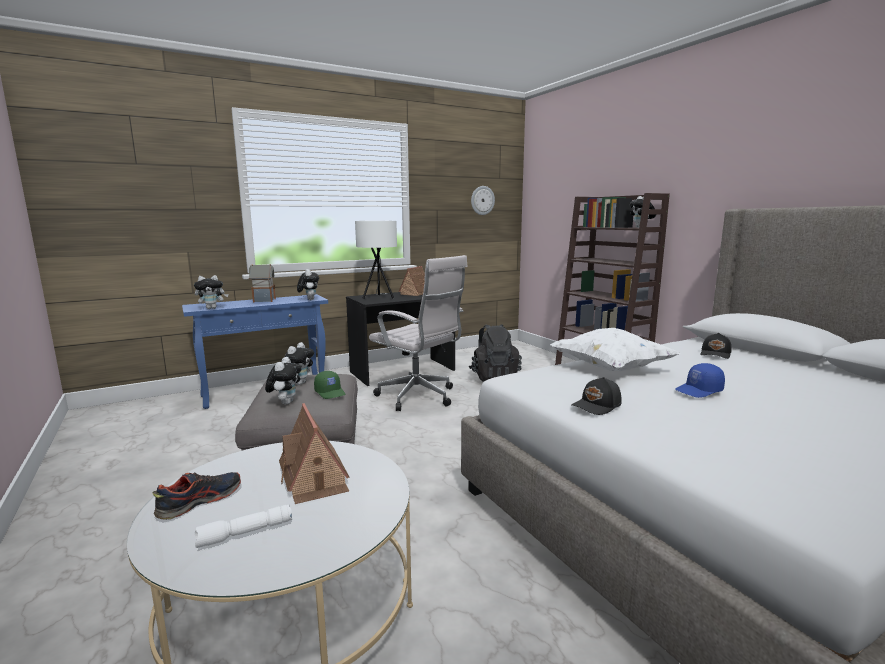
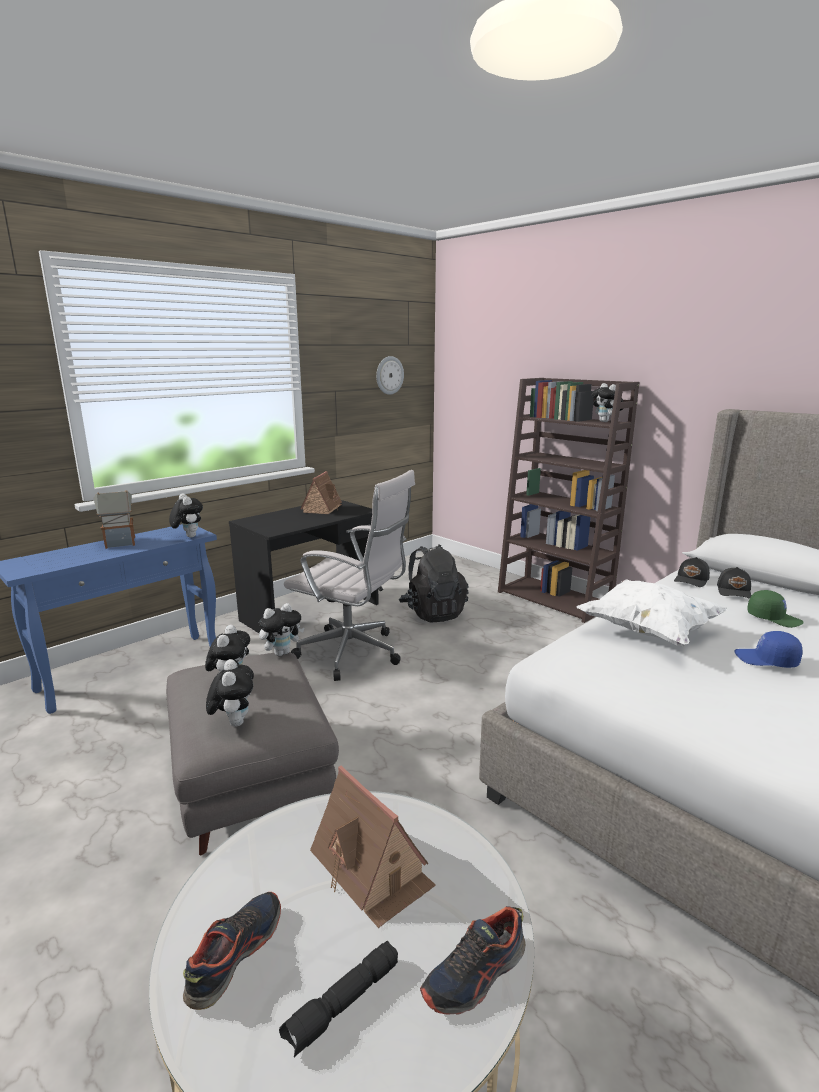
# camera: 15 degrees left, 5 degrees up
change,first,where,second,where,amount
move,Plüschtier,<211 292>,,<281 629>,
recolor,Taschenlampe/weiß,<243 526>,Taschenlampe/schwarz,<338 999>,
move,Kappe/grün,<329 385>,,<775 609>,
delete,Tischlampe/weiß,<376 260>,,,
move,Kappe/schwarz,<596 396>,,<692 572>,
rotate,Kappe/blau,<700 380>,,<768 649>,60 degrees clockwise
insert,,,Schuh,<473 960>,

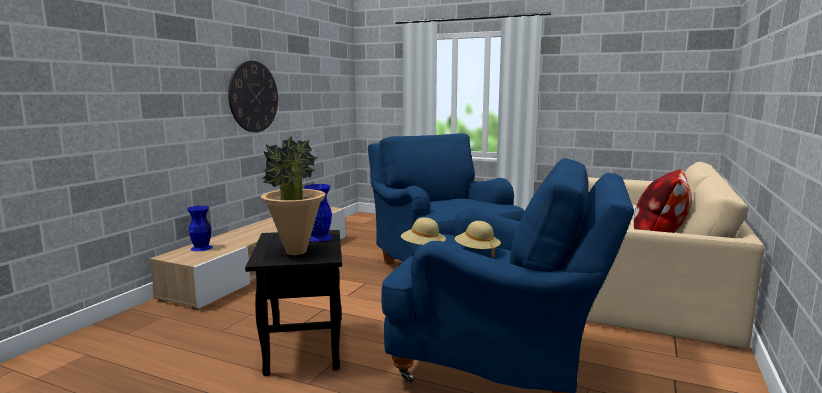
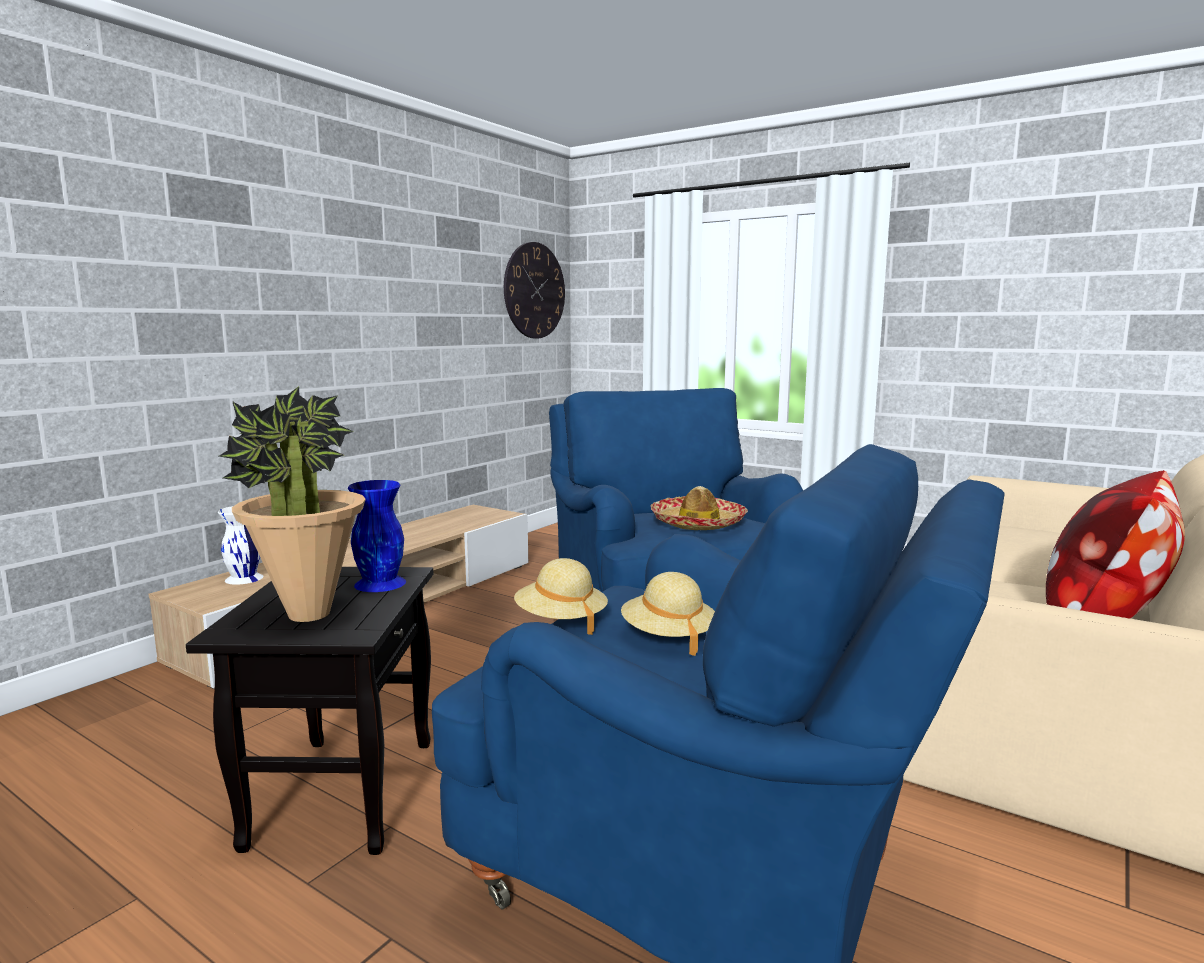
# camera: 10 degrees right, 0 degrees up
change,first,where,second,where,amount
recolor,Vase/blau,<200 228>,Vase/weiß,<240 545>,
move,Wanduhr,<253 96>,,<534 290>,
insert,,,Hut,<699 508>,

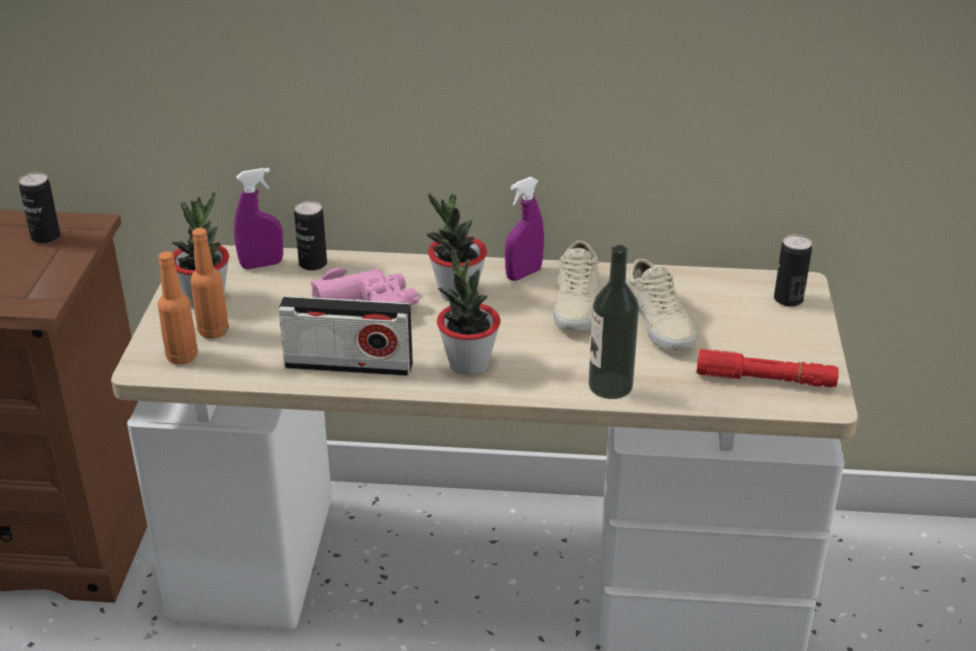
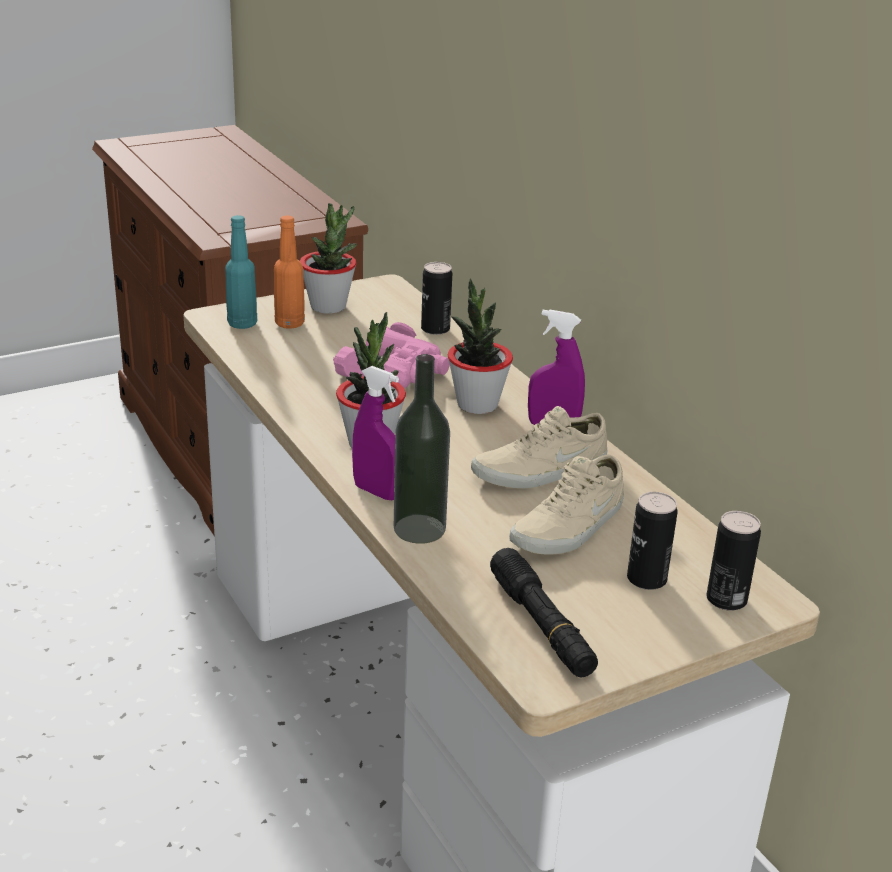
# camera: 55 degrees right, 5 degrees down
change,first,where,second,where,amount
move,Dose,<40 208>,,<652 541>,
recolor,Flasche/orange,<178 308>,Flasche/türkis,<241 272>,
move,Sprühflasche/lila,<258 218>,,<375 433>,
delete,Radio,<345 336>,,,
recolor,Taschenlampe/rot,<767 368>,Taschenlampe/schwarz,<544 613>,

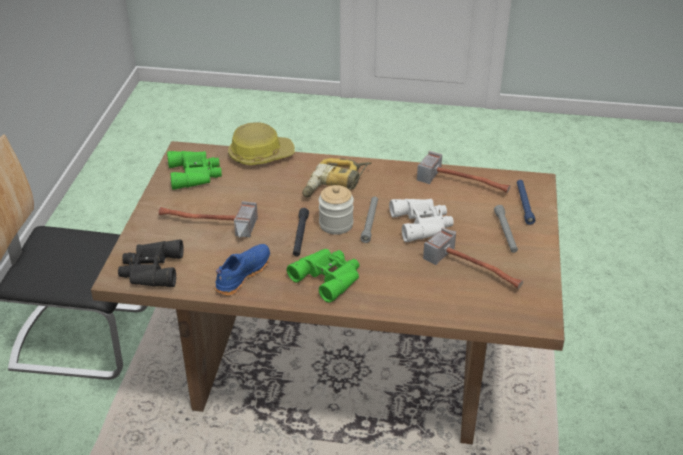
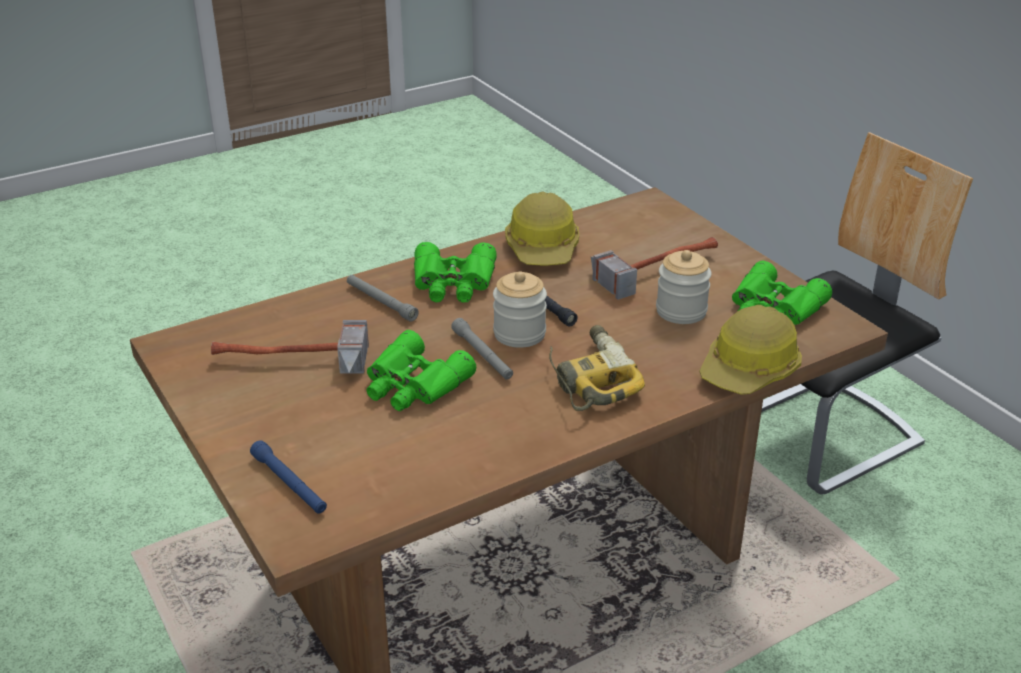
# camera: 140 degrees right, 5 degrees down
change,first,where,second,where,amount
delete,Fernglas/schwarz,<151 263>,,,
replace,Schuh/blau,<242 270>,Schutzhelm,<542 228>,
recolor,Fernglas/weiß,<421 220>,Fernglas/grün,<421 370>,
delete,Hammer,<463 172>,,,
move,Taschenlampe/grau,<506 229>,,<383 298>,
insert,,,Vorratsglas,<684 287>,

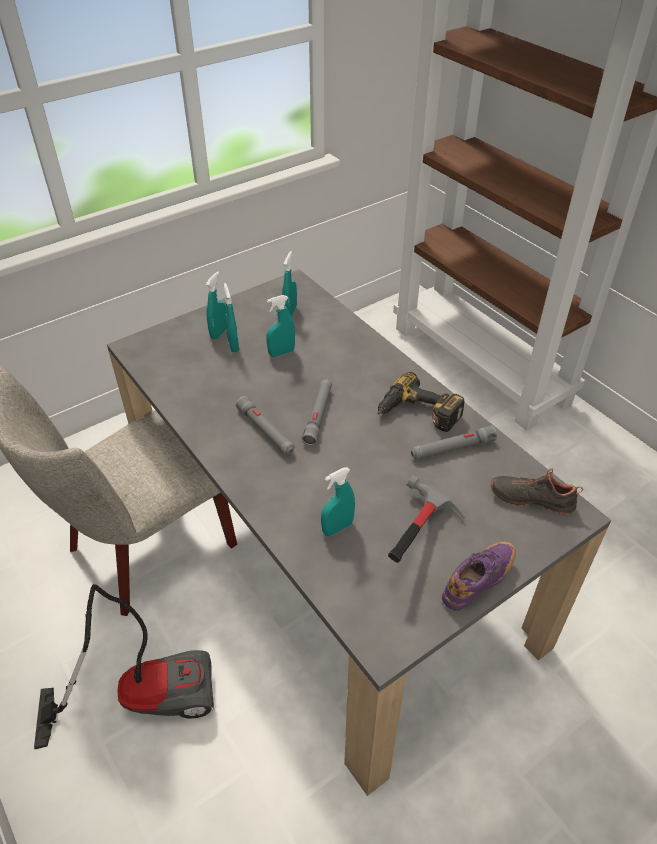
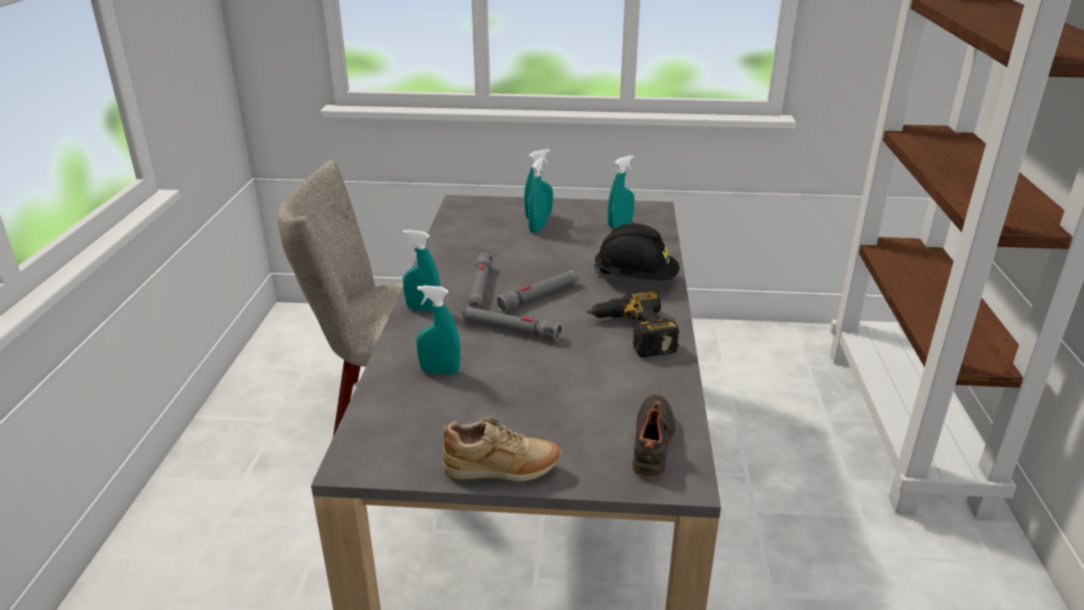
# camera: 40 degrees right, 15 degrees down
change,first,where,second,where,amount
delete,Staubsauger,<124 666>,,,
move,Sprühflasche/türkis,<280 326>,,<421 271>,
delete,Hammer,<426 519>,,,
move,Taschenlampe/grau,<454 442>,,<511 324>,
recolor,Schuh/lila,<479 576>,Schuh/beige,<502 449>,
rotate,Schuh/schwarz,<537 491>,,<654 435>,45 degrees clockwise
insert,,,Schutzhelm/schwarz,<636 251>,

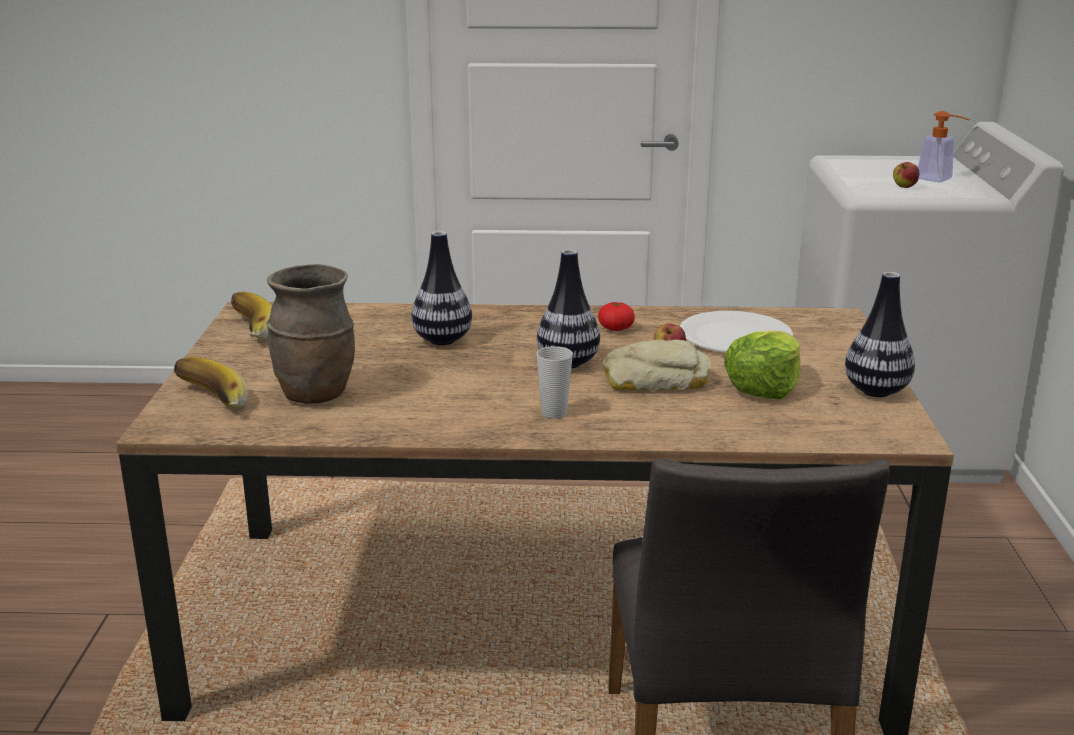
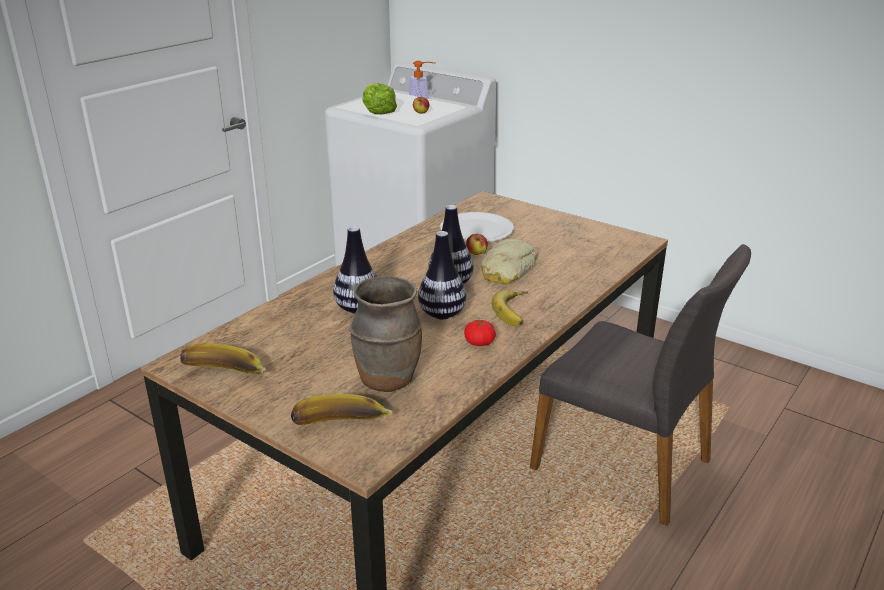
# camera: 55 degrees left, 5 degrees up
change,first,where,second,where,amount
replace,Tasse,<555 382>,Banane,<510 307>,
move,Tomate,<616 316>,,<480 333>,
move,Salatkopf,<762 365>,,<379 98>,
move,Vase,<880 334>,,<442 275>,

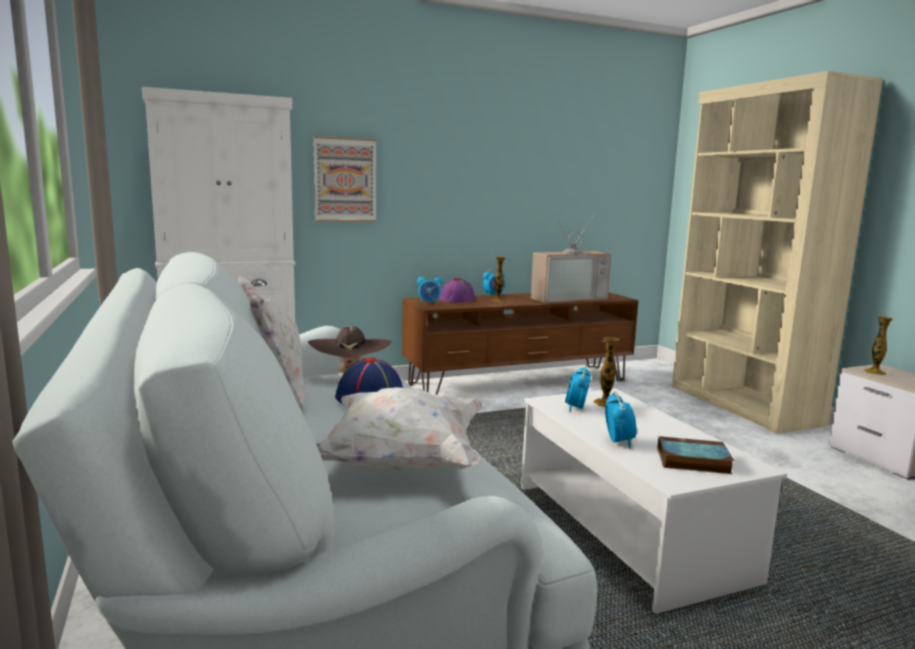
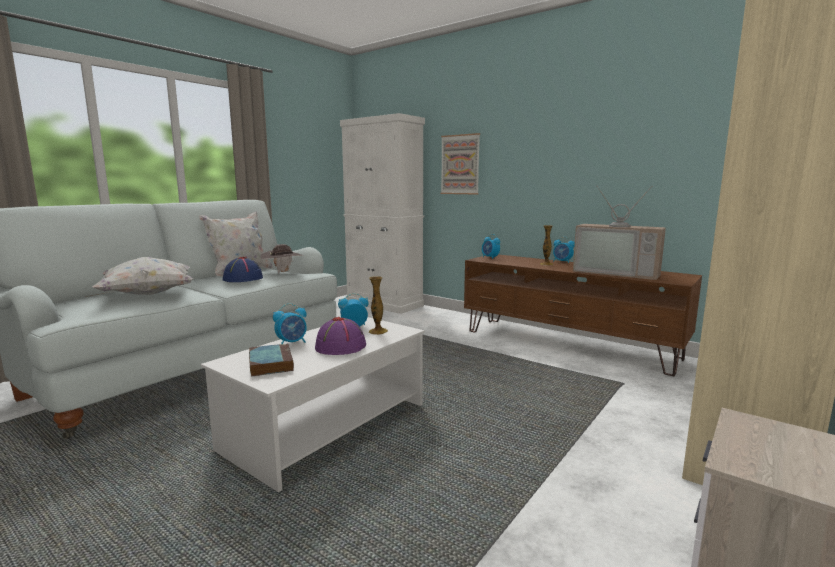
# camera: 60 degrees right, 0 degrees up
change,first,where,second,where,amount
move,Hut/lila,<457 290>,,<340 336>,
delete,Vase,<878 346>,,,

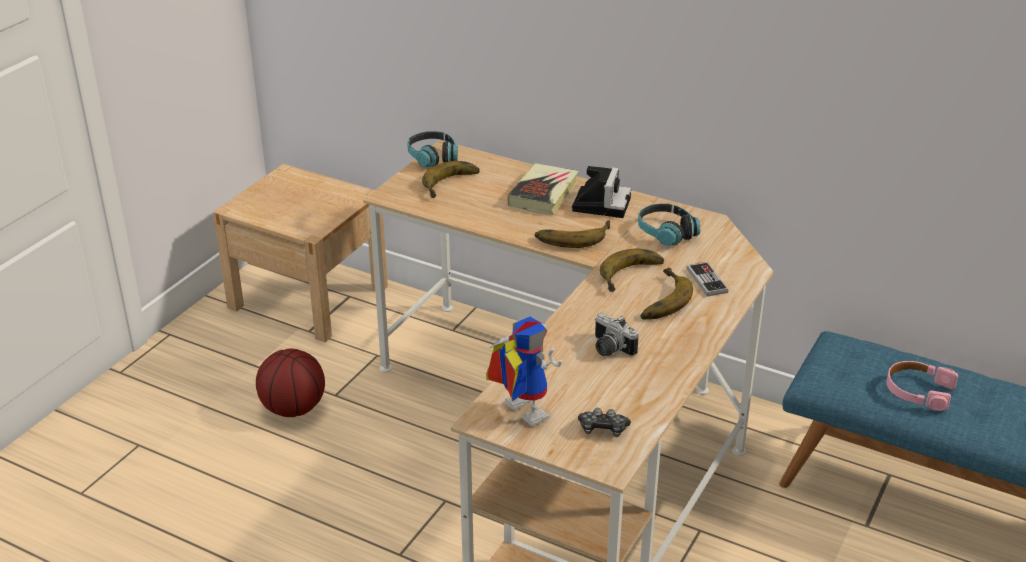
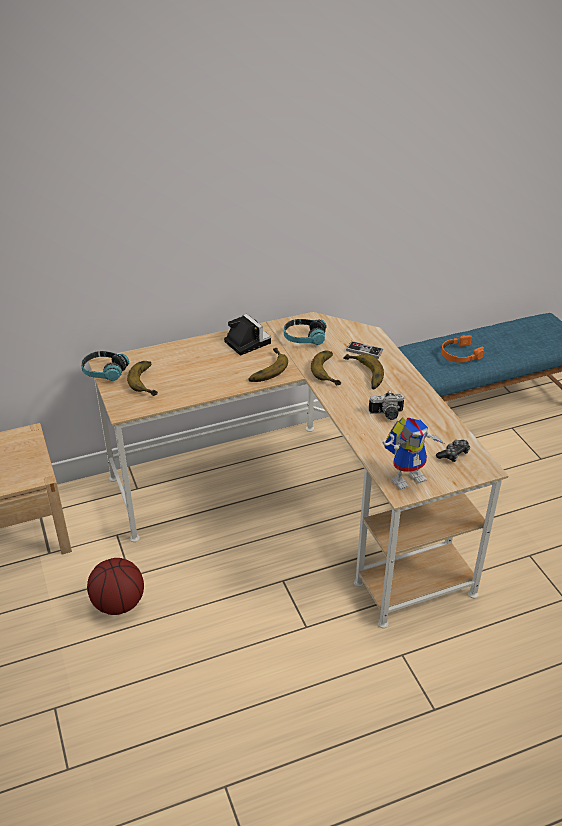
# camera: 50 degrees left, 5 degrees up
change,first,where,second,where,amount
rotate,Spielzeugroboter,<524 371>,,<413 454>,150 degrees clockwise
delete,Buch,<543 189>,,,
recolor,Kopfhörer/rosa,<922 386>,Kopfhörer/orange,<462 349>,

